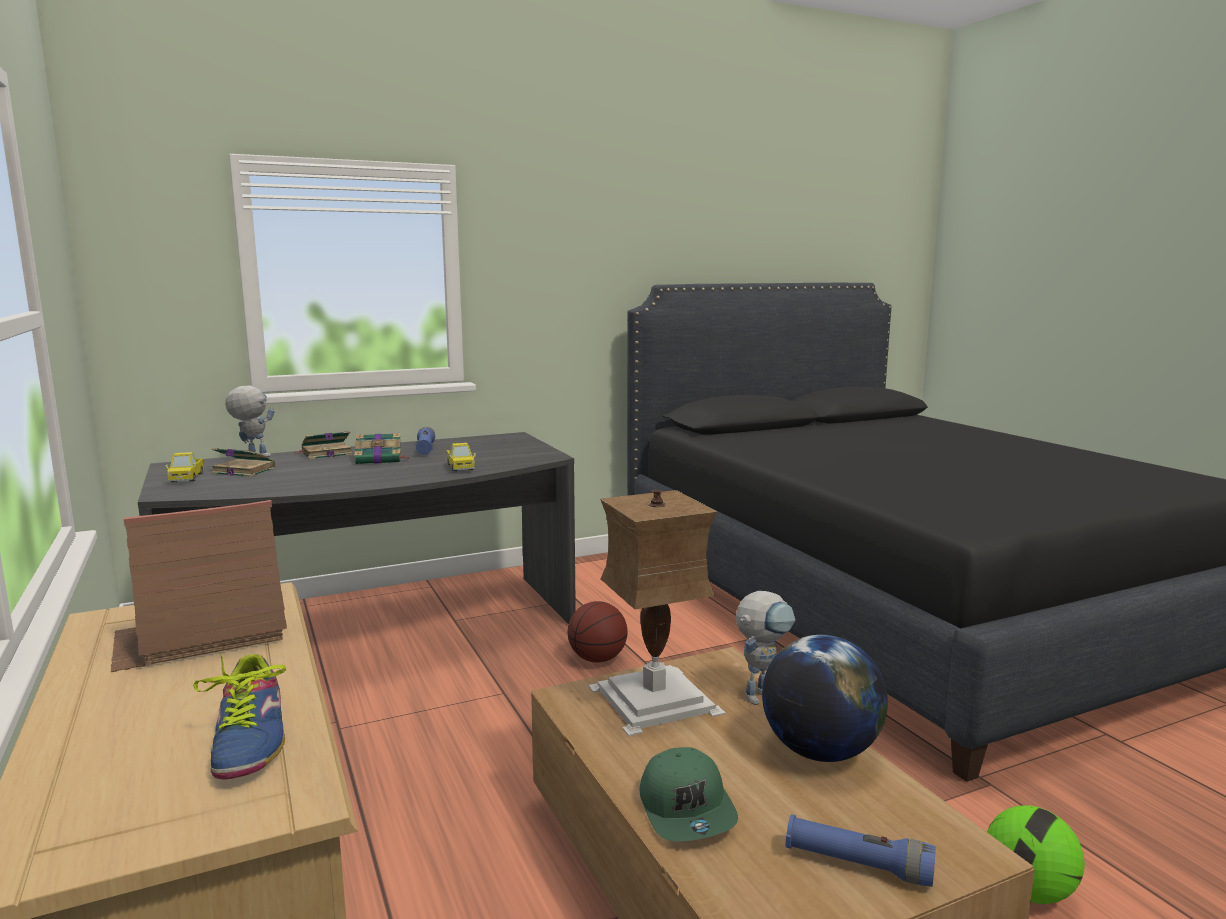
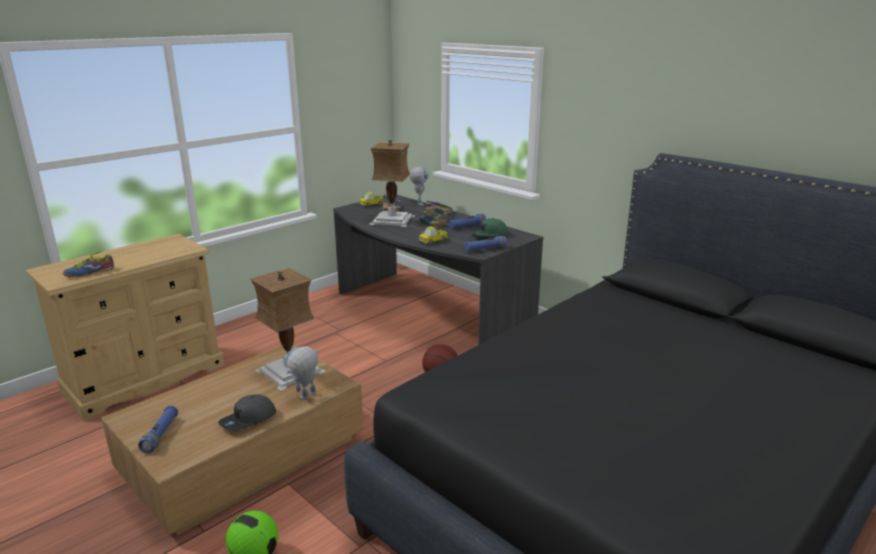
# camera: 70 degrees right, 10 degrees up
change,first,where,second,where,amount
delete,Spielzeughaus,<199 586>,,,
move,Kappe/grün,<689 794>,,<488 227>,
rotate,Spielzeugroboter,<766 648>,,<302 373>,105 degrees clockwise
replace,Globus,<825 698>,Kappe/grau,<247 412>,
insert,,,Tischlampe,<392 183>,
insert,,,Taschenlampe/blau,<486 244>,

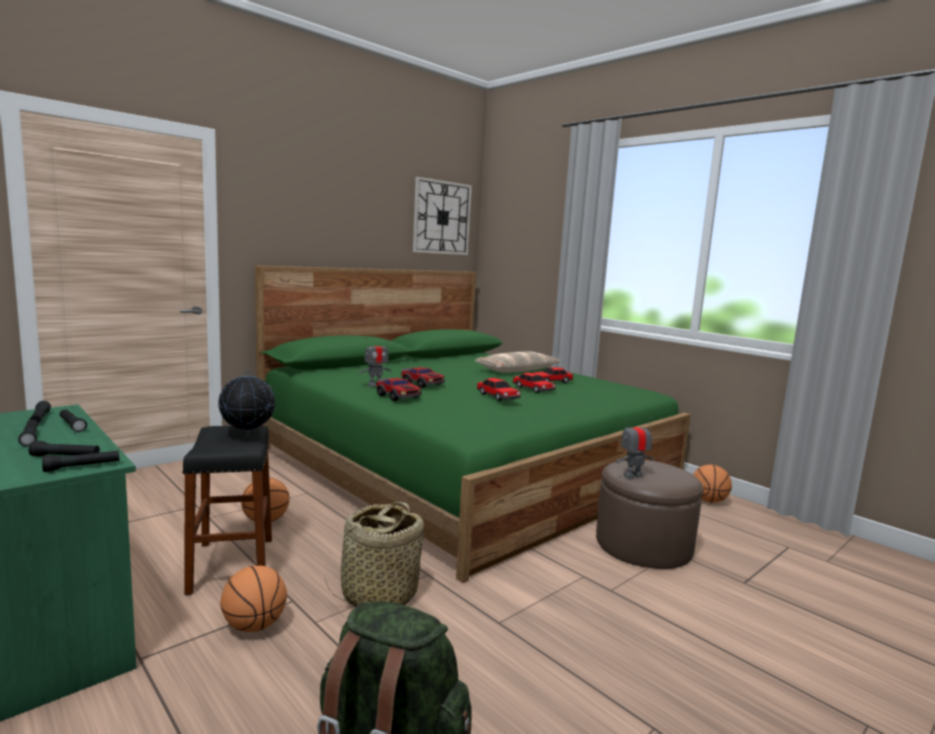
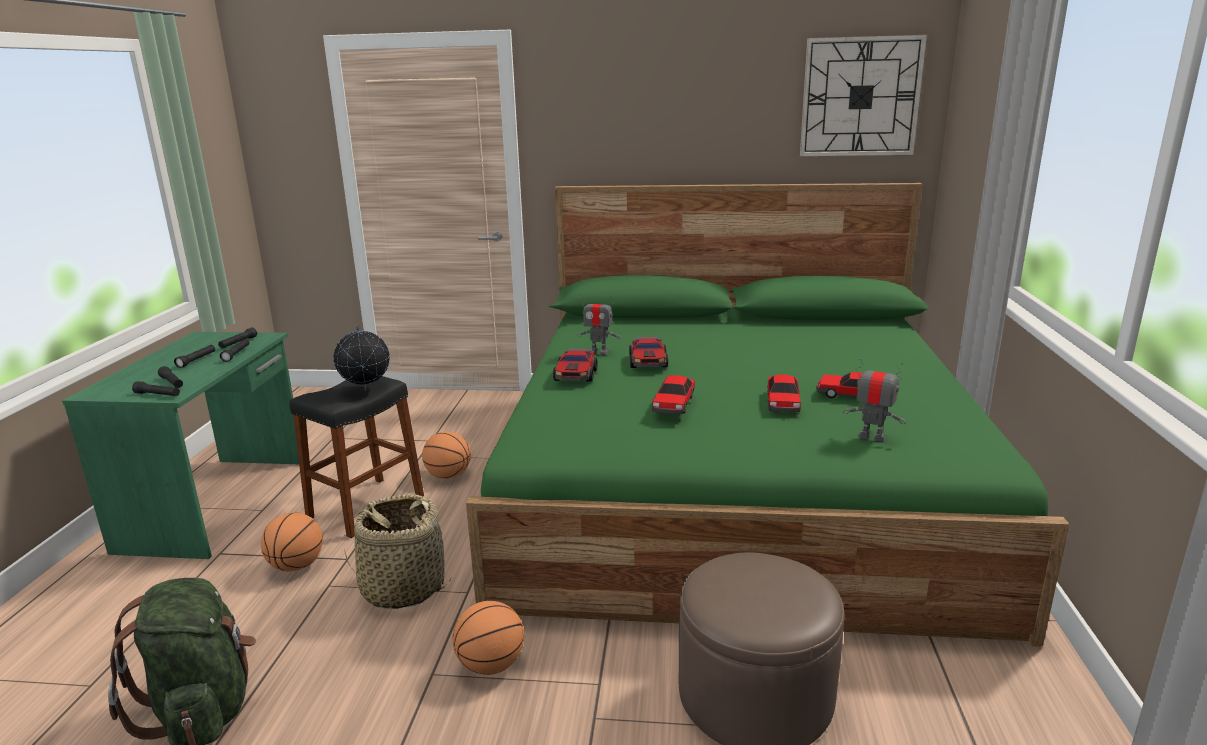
# camera: 50 degrees right, 10 degrees up
change,first,where,second,where,amount
delete,Kissen,<518 362>,,,
move,Spielzeugroboter,<635 447>,,<874 400>,
move,Basketball,<712 483>,,<488 638>,

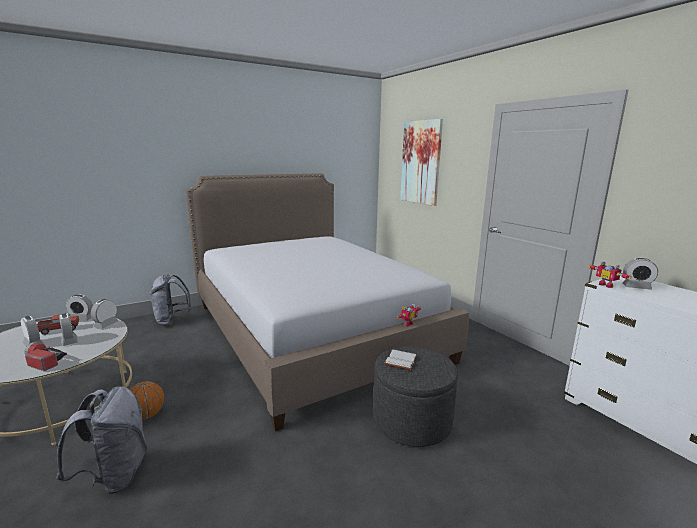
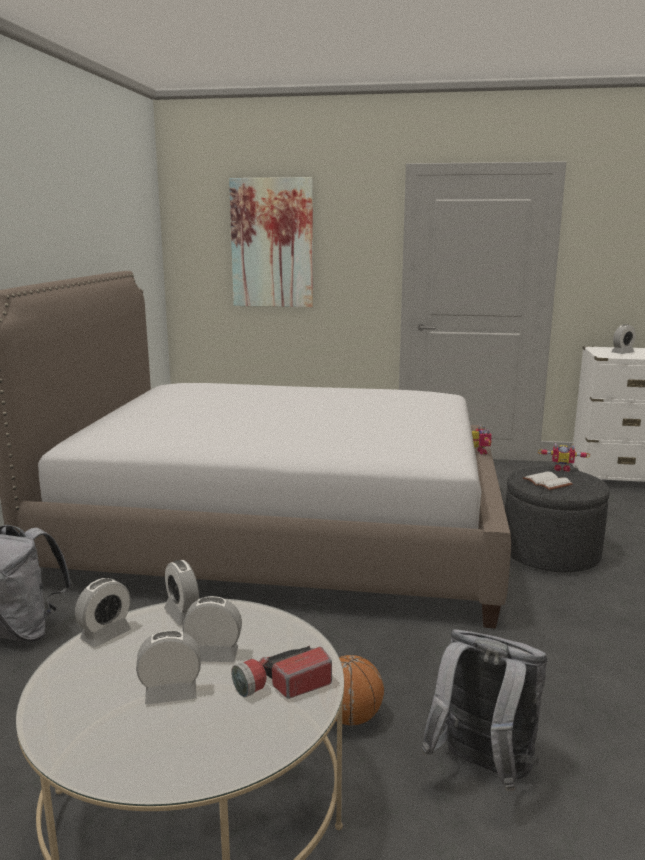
# camera: 50 degrees left, 0 degrees up
change,first,where,second,where,amount
delete,Spielzeuglaster,<58 325>,,,
move,Spielzeugroboter,<610 275>,,<564 457>,

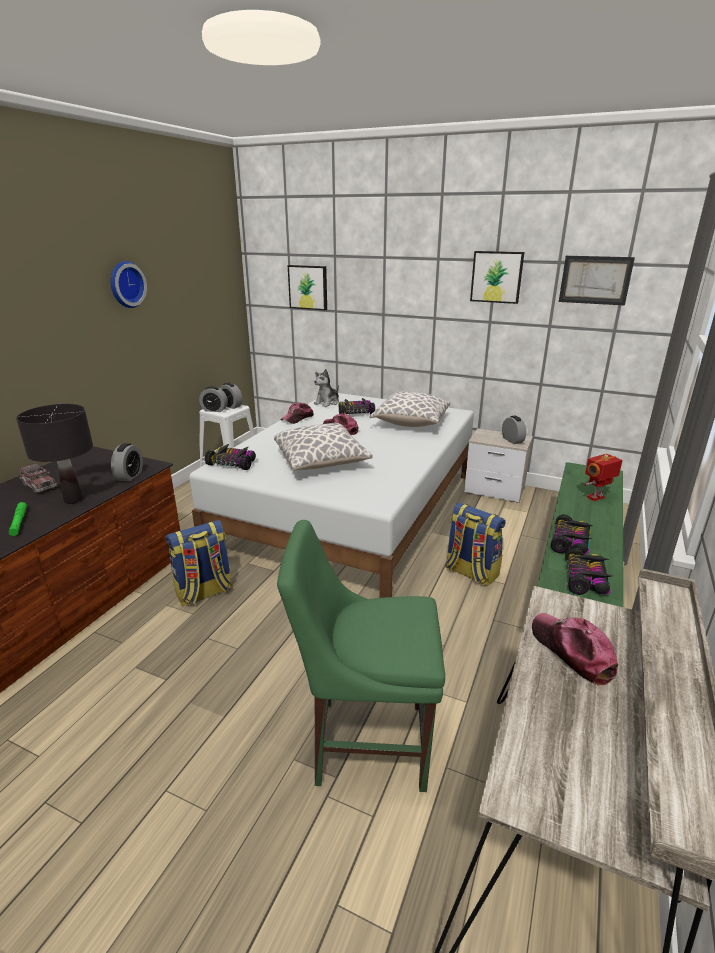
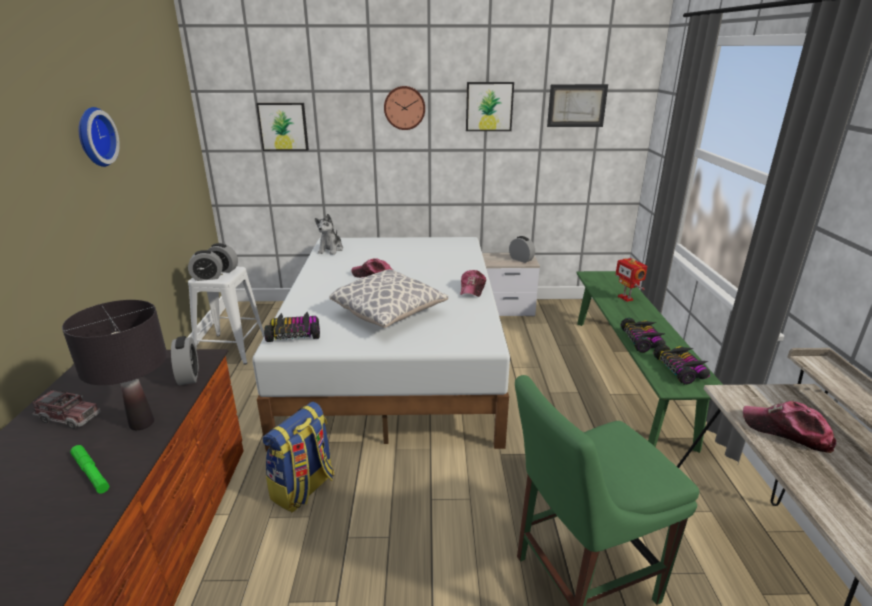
# camera: 25 degrees left, 0 degrees up
change,first,where,second,where,amount
move,Kappe,<297 413>,,<473 283>,
delete,Spielzeugauto,<356 406>,,,
delete,Kissen,<410 409>,,,
delete,Rucksack,<476 544>,,,
rotate,Spielzeugroboter,<603 477>,,<631 280>,60 degrees counterclockwise
insert,,,Wanduhr,<404 108>,

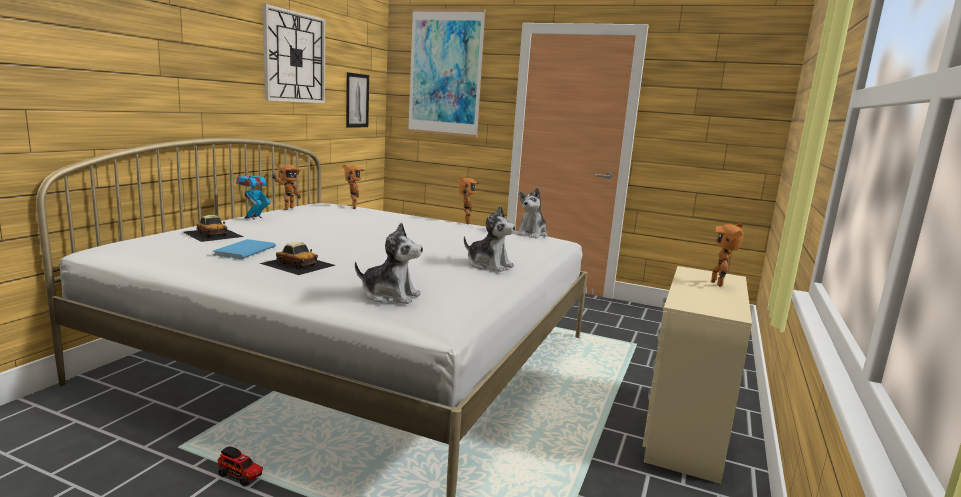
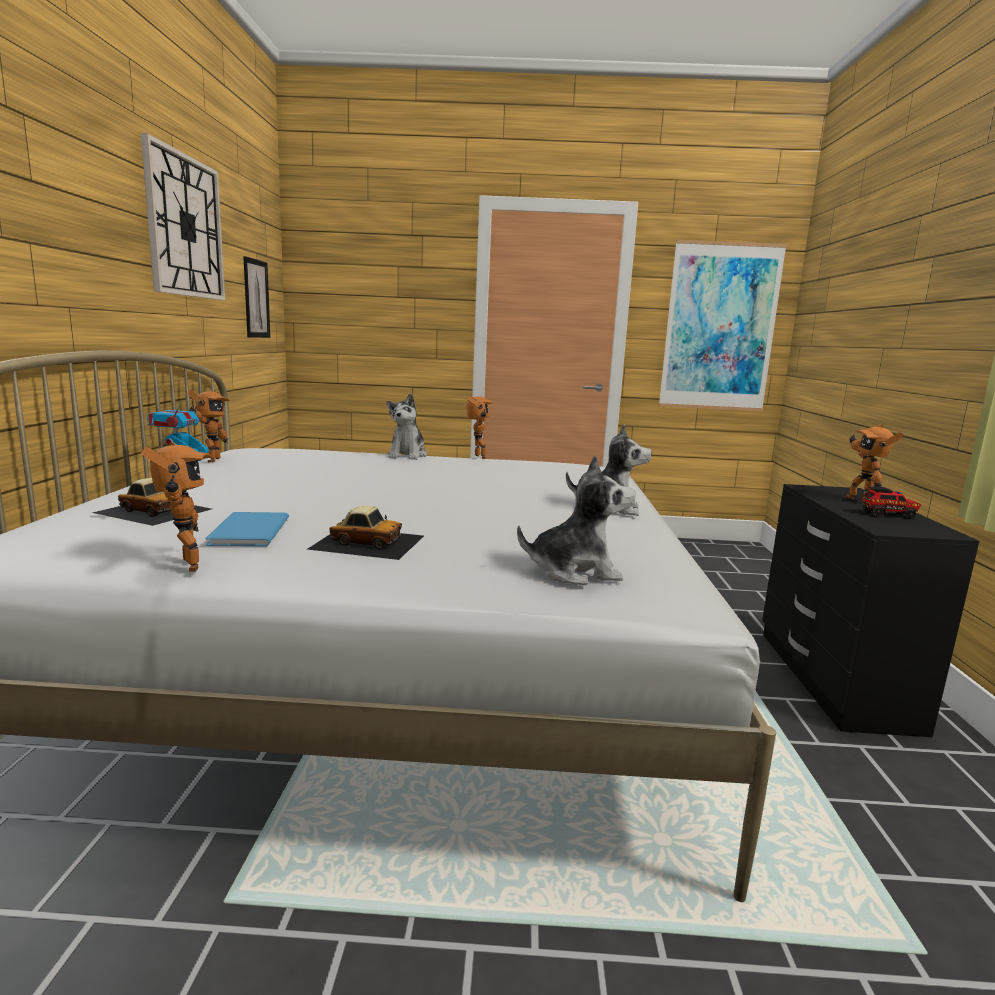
# camera: 20 degrees left, 0 degrees up
change,first,where,second,where,amount
move,Spielzeuglaster,<240 466>,,<891 502>,
move,Spielzeugroboter,<353 187>,,<176 507>,
move,Bild,<447 73>,,<722 325>,
move,Plüschtier,<532 213>,,<406 427>,
recolor,Kommode/beige,<697 375>,Kommode/schwarz,<870 610>,

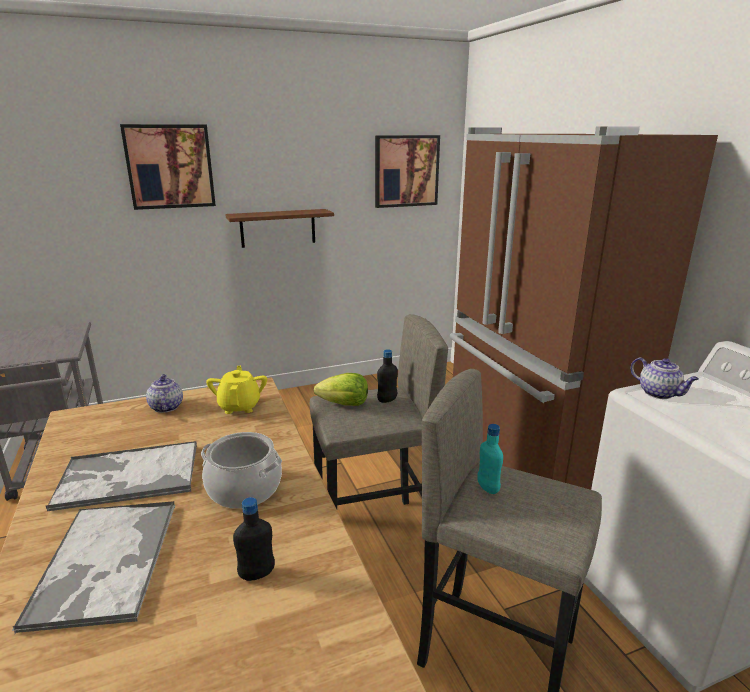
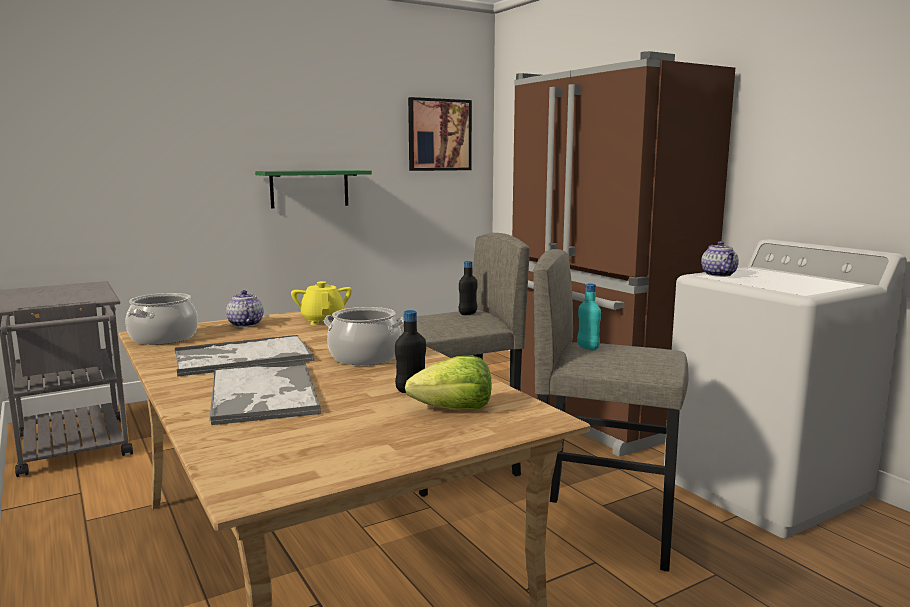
# camera: 10 degrees left, 10 degrees down
change,first,where,second,where,amount
delete,Bild,<168 167>,,,
recolor,Wandregal/braun,<279 228>,Wandregal/grün,<313 189>,
move,Salatkopf,<341 389>,,<448 383>,
rotate,Teekanne,<665 378>,,<720 259>,45 degrees clockwise
insert,,,Kochtopf,<161 319>,

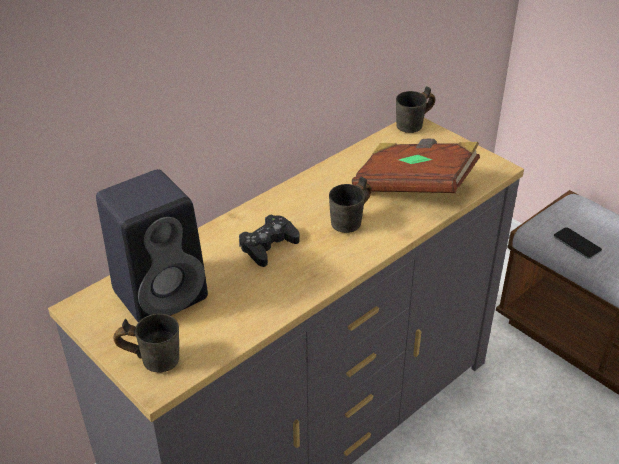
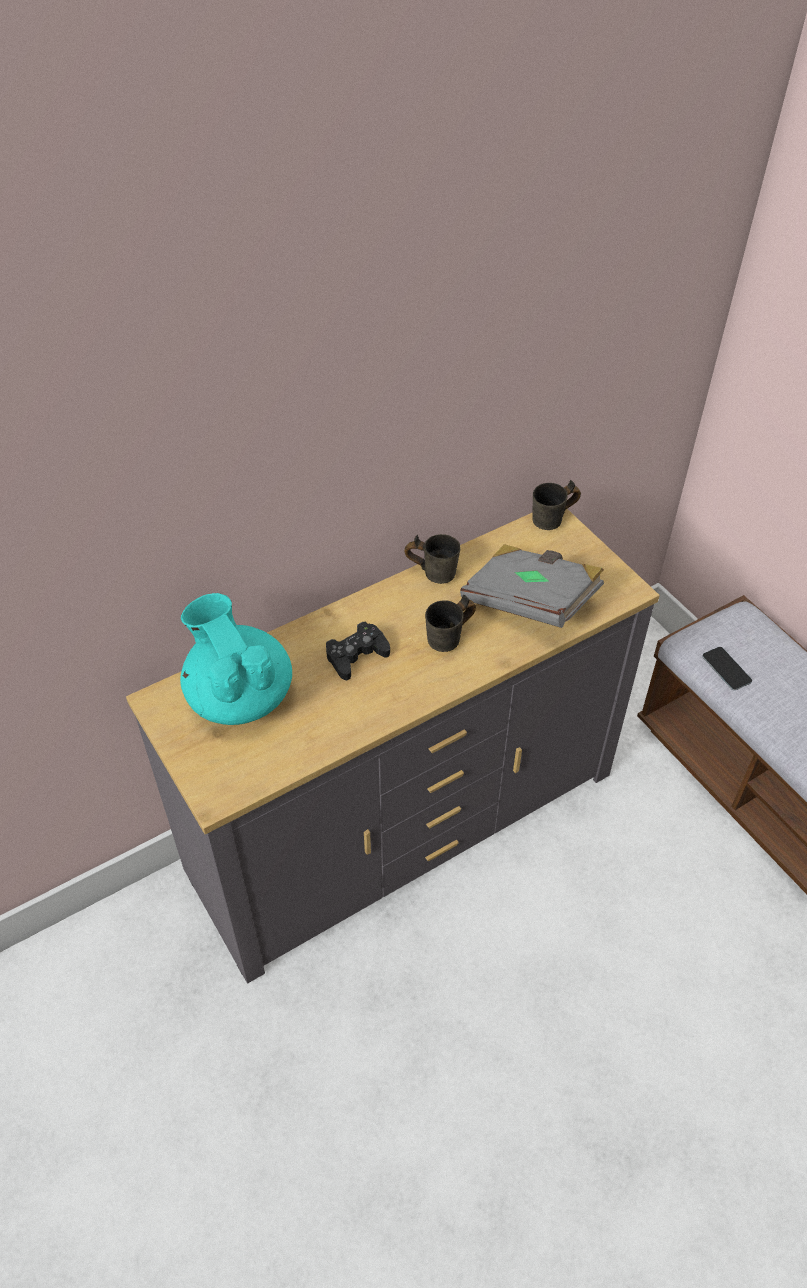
# camera: 10 degrees right, 10 degrees up
change,first,where,second,where,amount
replace,Lautsprecher/schwarz,<152 246>,Teekanne/türkis,<236 659>,
move,Henkelbecher/grau,<146 343>,,<433 559>,
recolor,Buch/braun,<416 166>,Buch/grau,<532 586>,

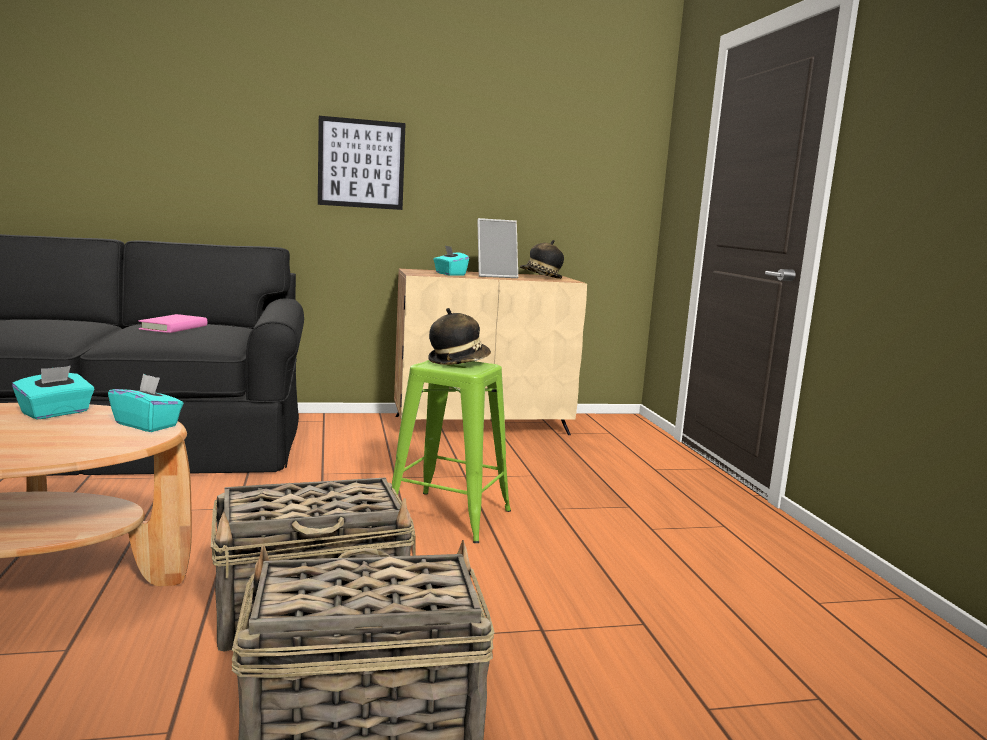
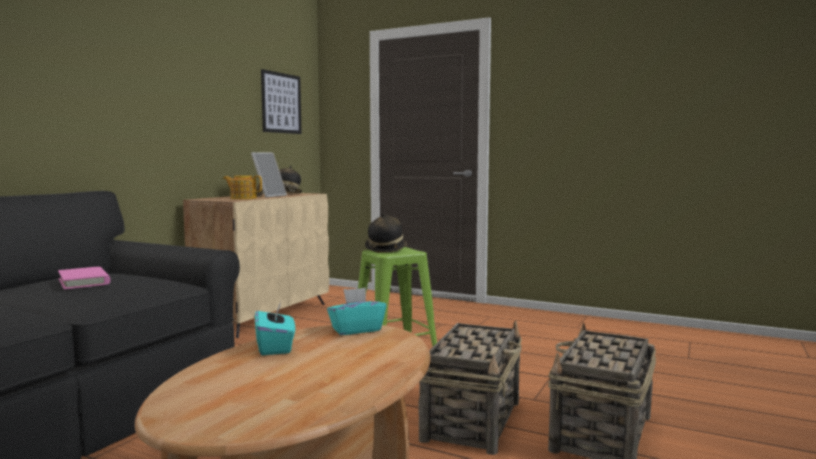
# camera: 50 degrees left, 5 degrees down
change,first,where,second,where,amount
move,Bild,<362 163>,,<281 101>,
replace,Taschentuchbox/türkis,<451 261>,Teekanne,<242 187>,

